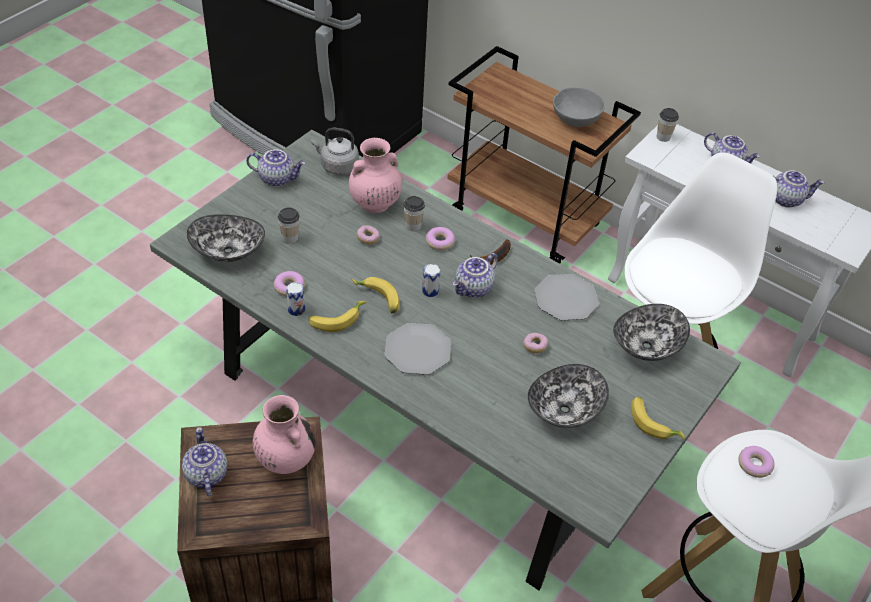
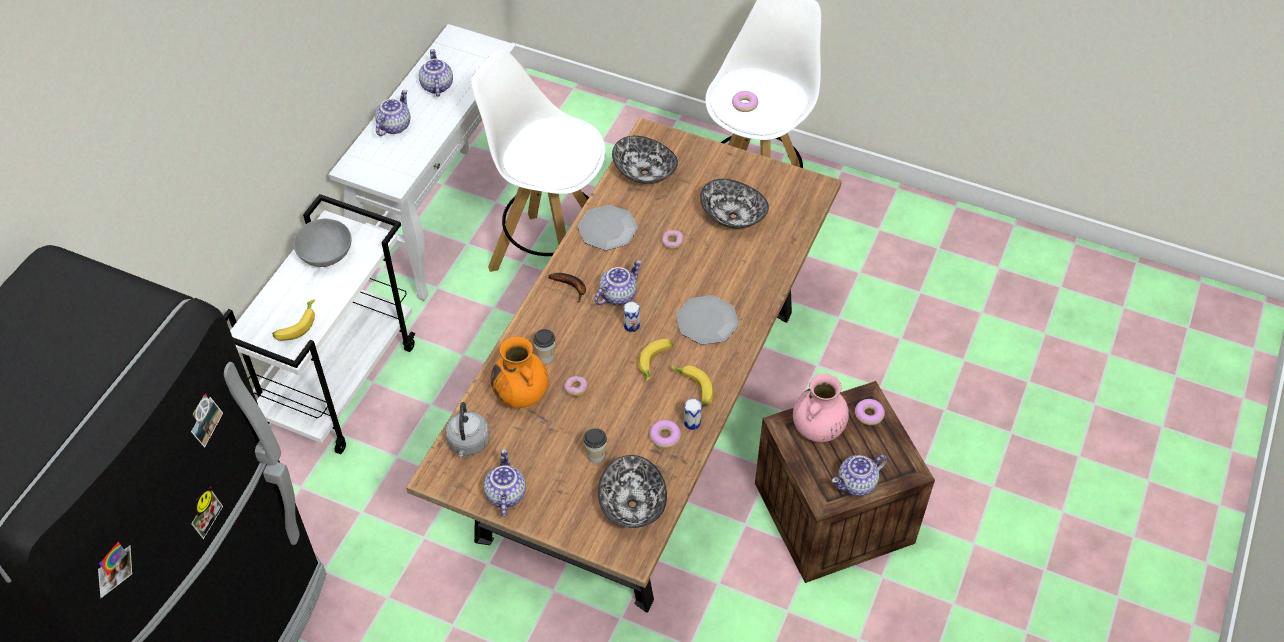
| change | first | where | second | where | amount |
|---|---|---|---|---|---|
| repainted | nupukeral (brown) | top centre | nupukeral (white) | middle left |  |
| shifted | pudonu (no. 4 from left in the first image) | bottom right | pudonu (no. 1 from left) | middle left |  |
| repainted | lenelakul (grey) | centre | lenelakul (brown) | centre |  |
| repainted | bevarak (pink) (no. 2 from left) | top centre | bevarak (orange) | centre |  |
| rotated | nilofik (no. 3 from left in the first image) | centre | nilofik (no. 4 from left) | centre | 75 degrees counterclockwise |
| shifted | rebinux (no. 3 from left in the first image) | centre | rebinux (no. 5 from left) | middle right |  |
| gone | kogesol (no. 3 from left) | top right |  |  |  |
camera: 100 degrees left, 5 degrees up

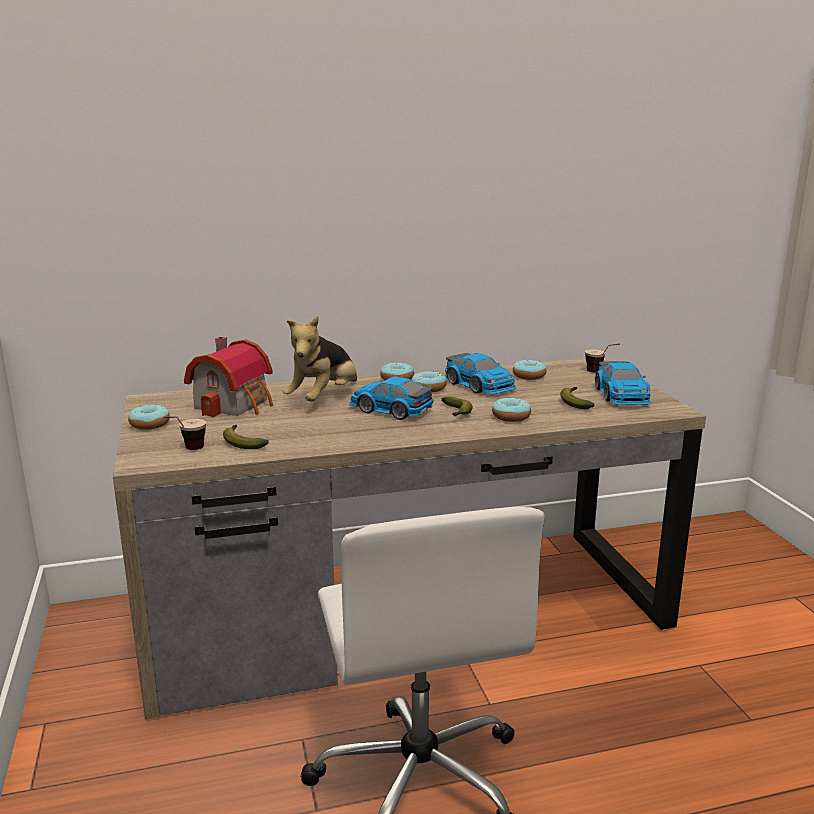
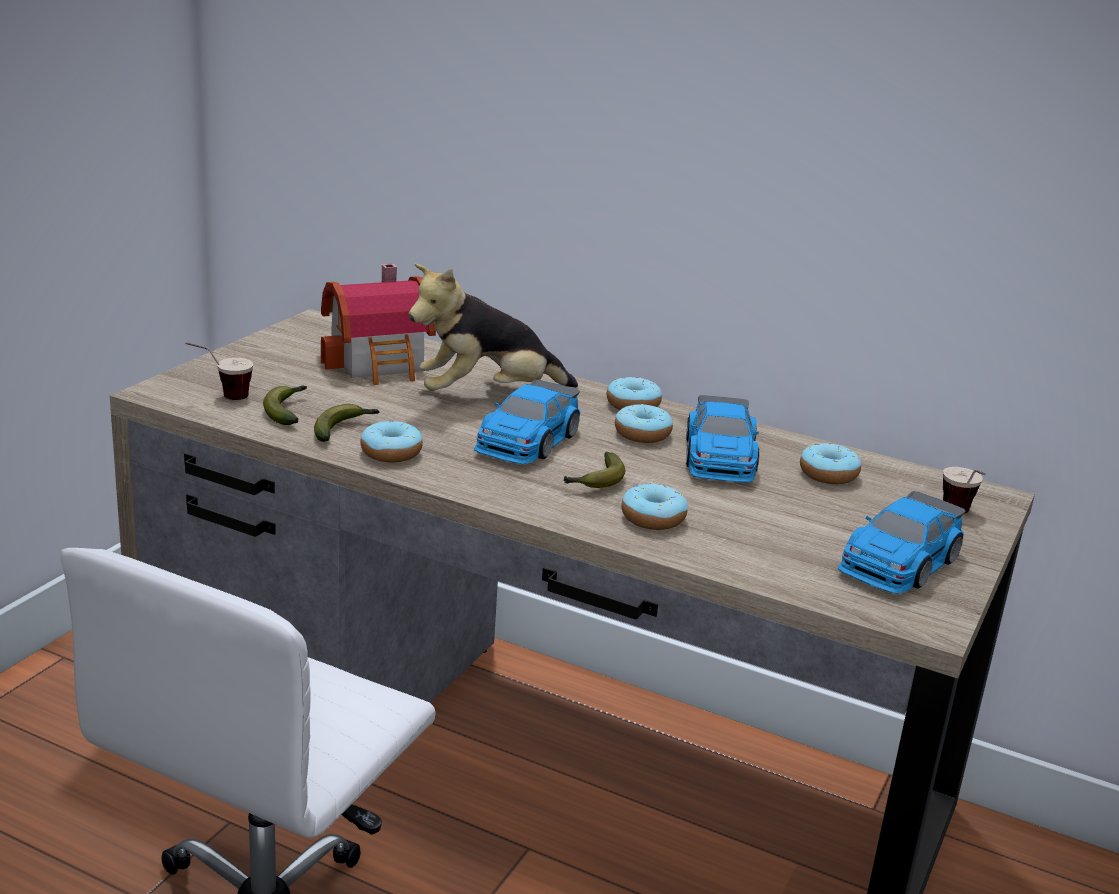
| change | first | where | second | where | amount |
|---|---|---|---|---|---|
| shifted | pudonu (no. 3 from left in the first image) | middle right | pudonu (no. 2 from left) | middle left |  |
| shifted | rebinux (no. 1 from left) | middle left |  | centre |  |
| rotated | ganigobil (no. 1 from left) | centre |  | centre | 135 degrees counterclockwise |
camera: 40 degrees right, 5 degrees up

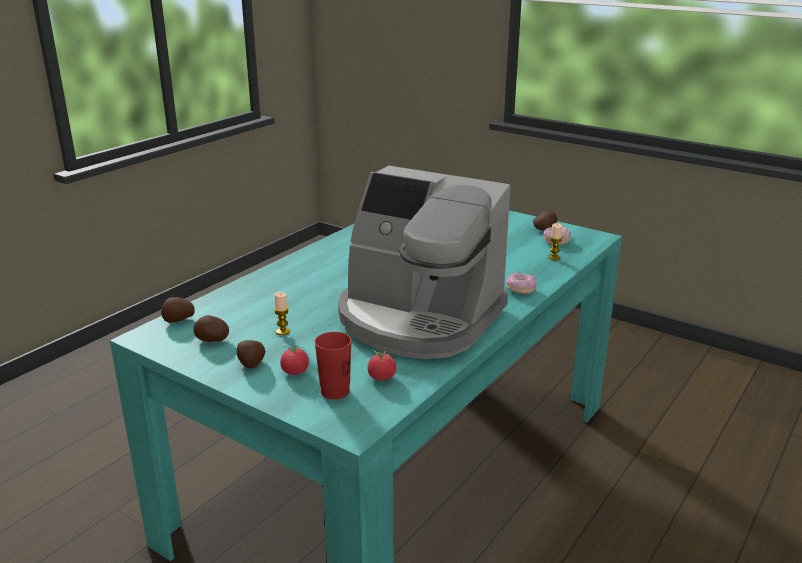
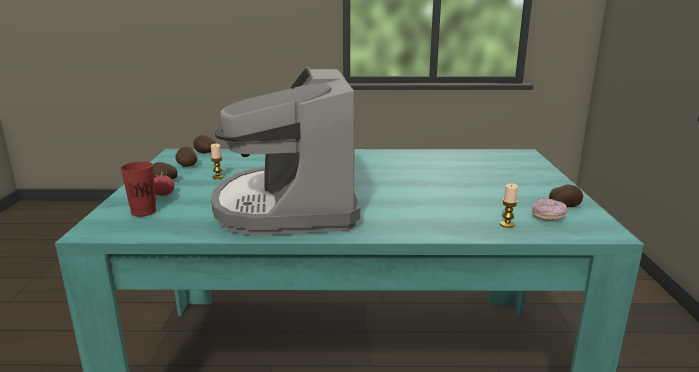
| change | first | where | second | where | amount |
|---|---|---|---|---|---|
| gone | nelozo (no. 2 from left) | centre |  |  |  |
| gone | rebinux (no. 1 from left) | centre |  |  |  |
camera: 55 degrees right, 5 degrees down

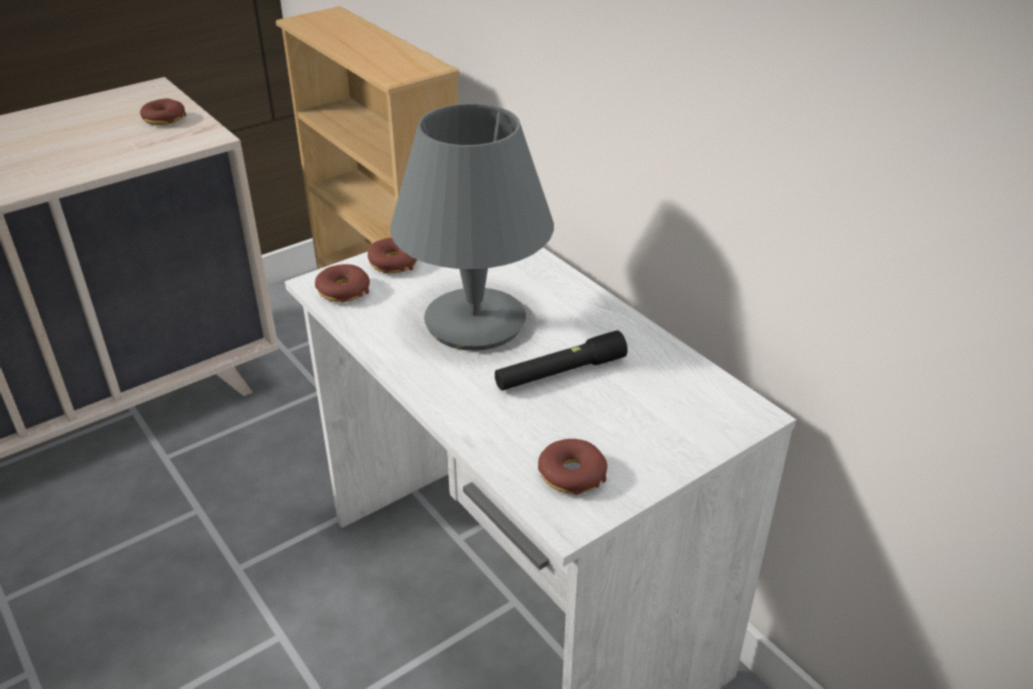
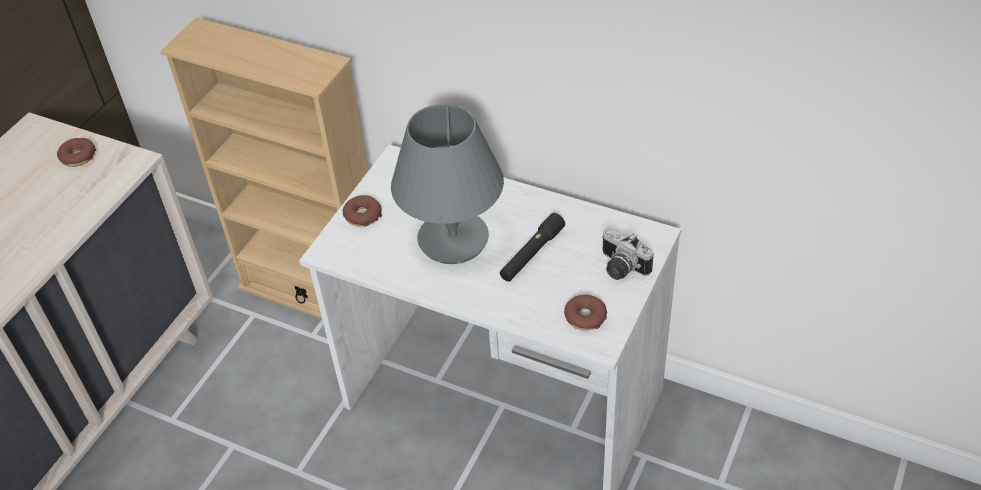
| change | first | where | second | where | amount |
|---|---|---|---|---|---|
| new |  |  | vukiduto | centre |  |
| gone | rebinux (no. 2 from left) | middle left |  |  |  |
camera: 25 degrees left, 10 degrees up

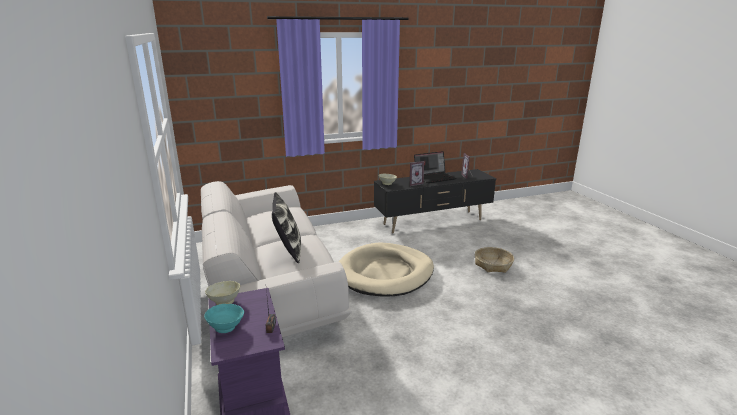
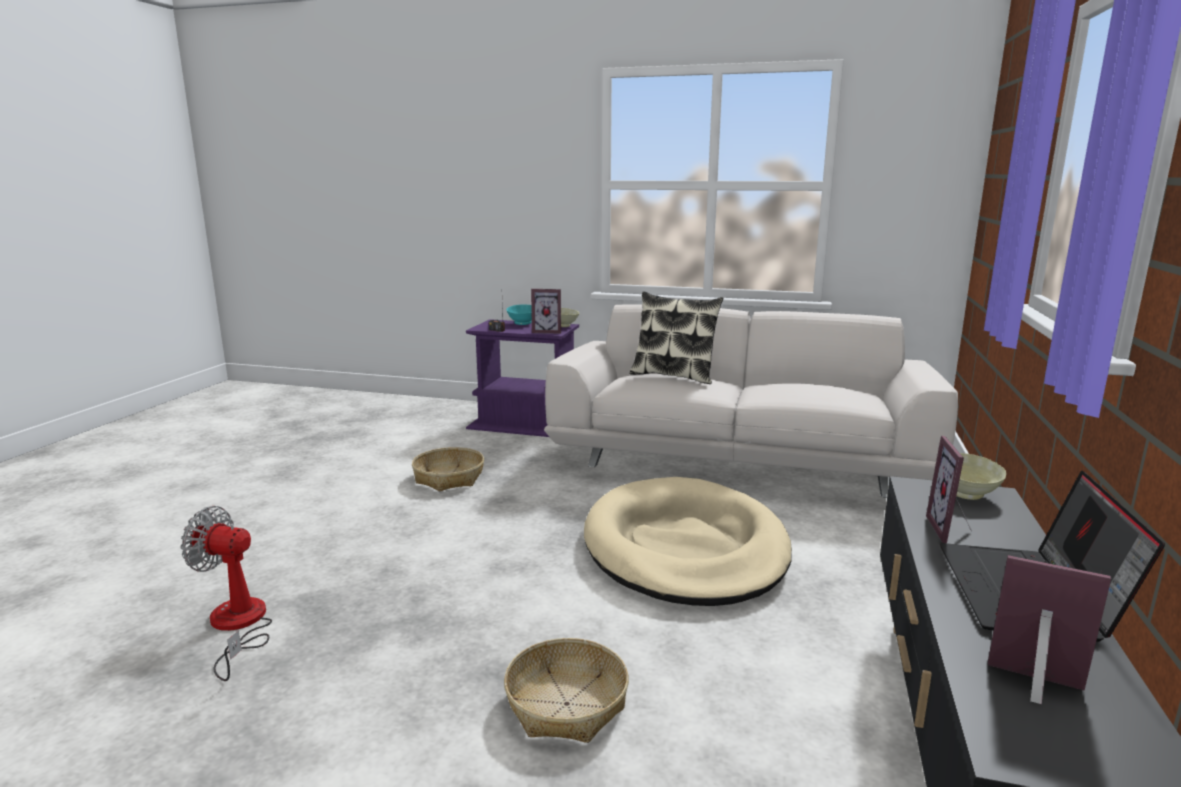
| change | first | where | second | where | amount |
|---|---|---|---|---|---|
| new |  |  | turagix | bottom left |  |
| new |  |  | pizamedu (no. 1 from left) | centre |  |
| new |  |  | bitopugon (no. 1 from left) | centre |  |
camera: 125 degrees right, 5 degrees down

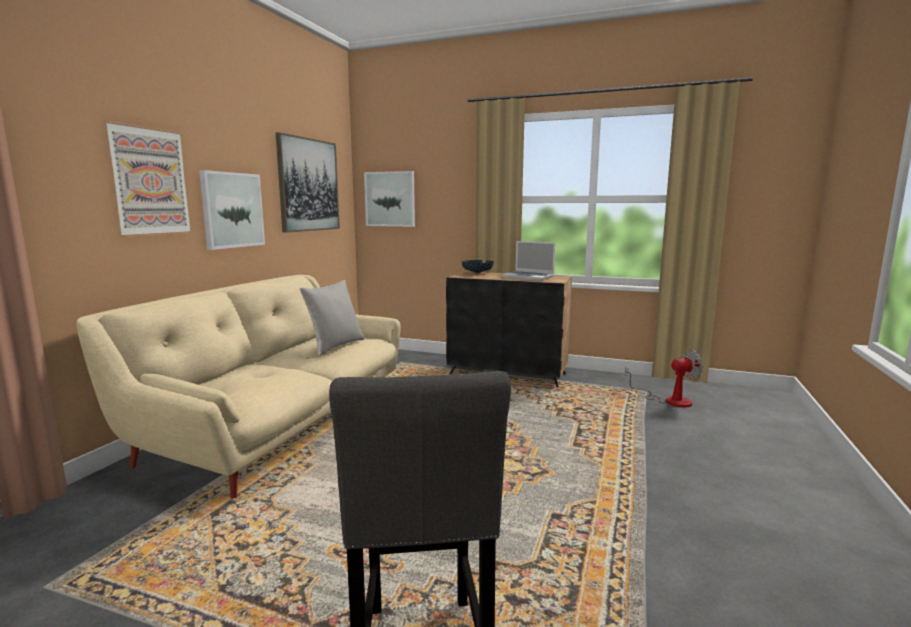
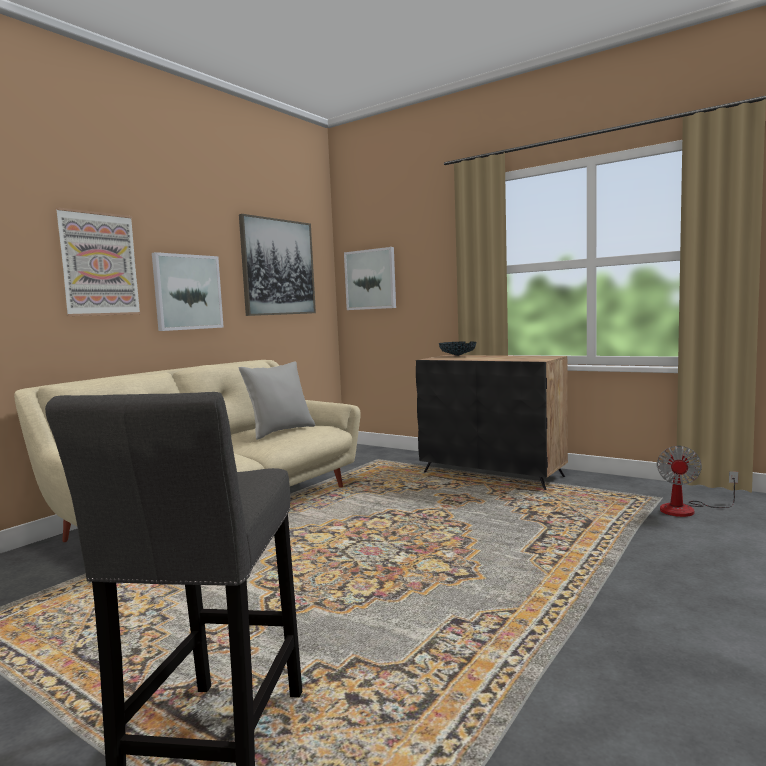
| change | first | where | second | where | amount |
|---|---|---|---|---|---|
| rotated | turagix | middle right |  | middle right | 105 degrees clockwise |
| gone | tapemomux | centre |  |  |  |
camera: 15 degrees right, 5 degrees down

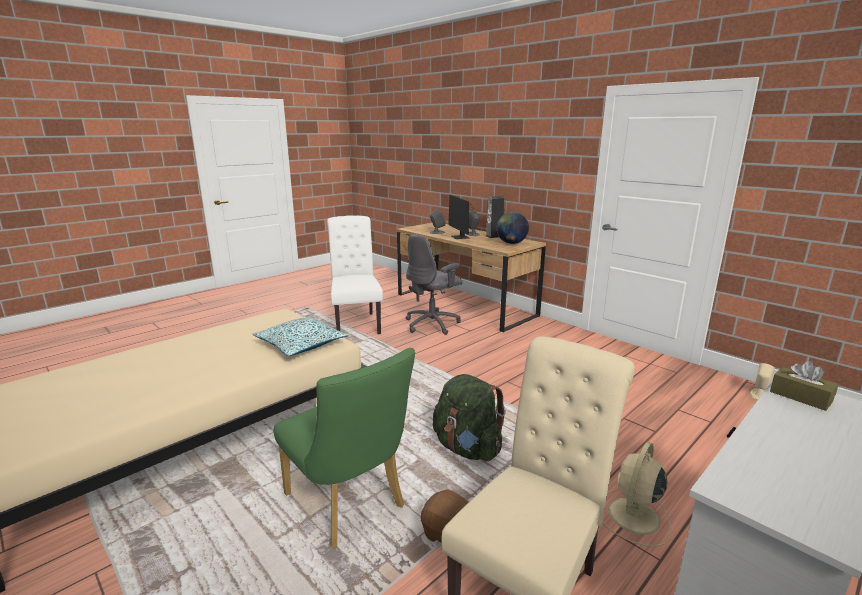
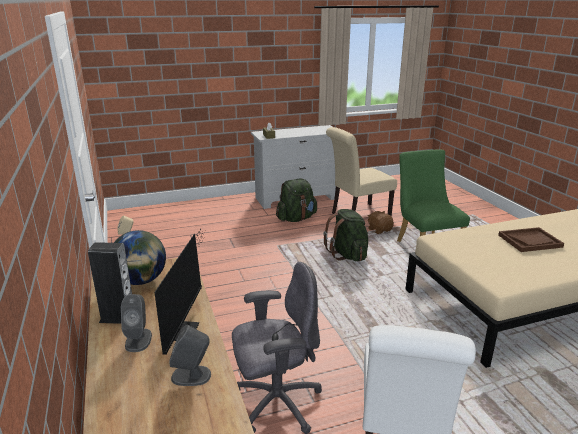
| change | first | where | second | where | amount |
|---|---|---|---|---|---|
| swapped | turagix (beige) | bottom right | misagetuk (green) (no. 1 from left) | centre |  |
| new |  |  | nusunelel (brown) | middle right |  |
| gone | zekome | centre |  |  |  |
camera: 155 degrees left, 5 degrees up

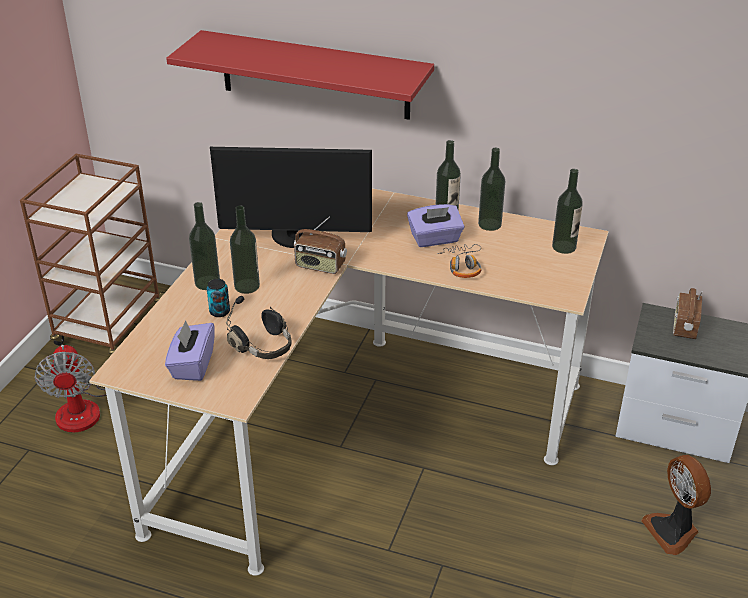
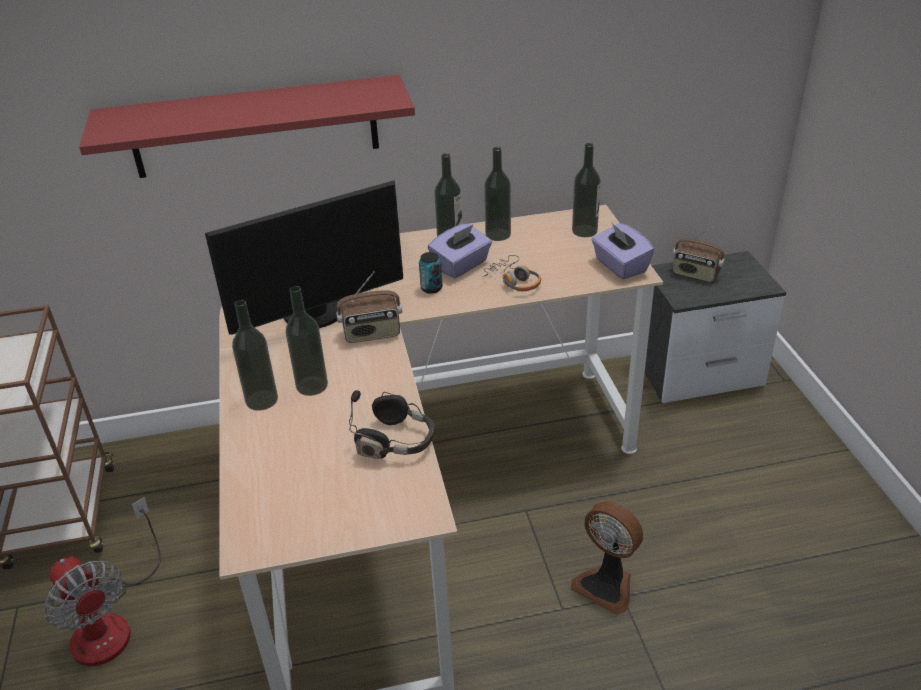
| change | first | where | second | where | amount |
|---|---|---|---|---|---|
| shifted | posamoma | middle left |  | centre |  |
| shifted | turagix (no. 2 from left) | bottom right |  | bottom centre |  |
| shifted | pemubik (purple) (no. 1 from left in the first image) | middle left | pemubik (purple) (no. 2 from left) | middle right |  |
| rotated | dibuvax (no. 2 from left) | middle right |  | middle right | 45 degrees counterclockwise |
camera: 30 degrees left, 0 degrees up

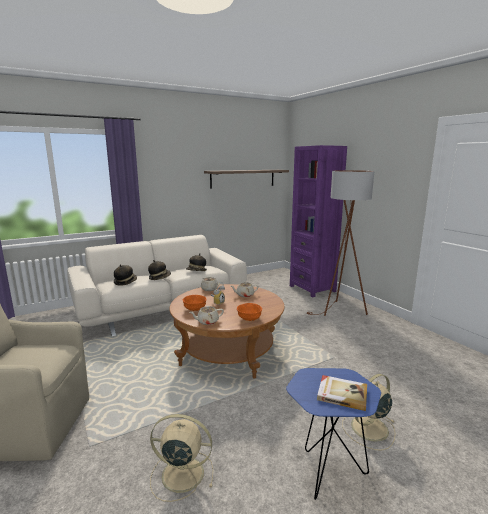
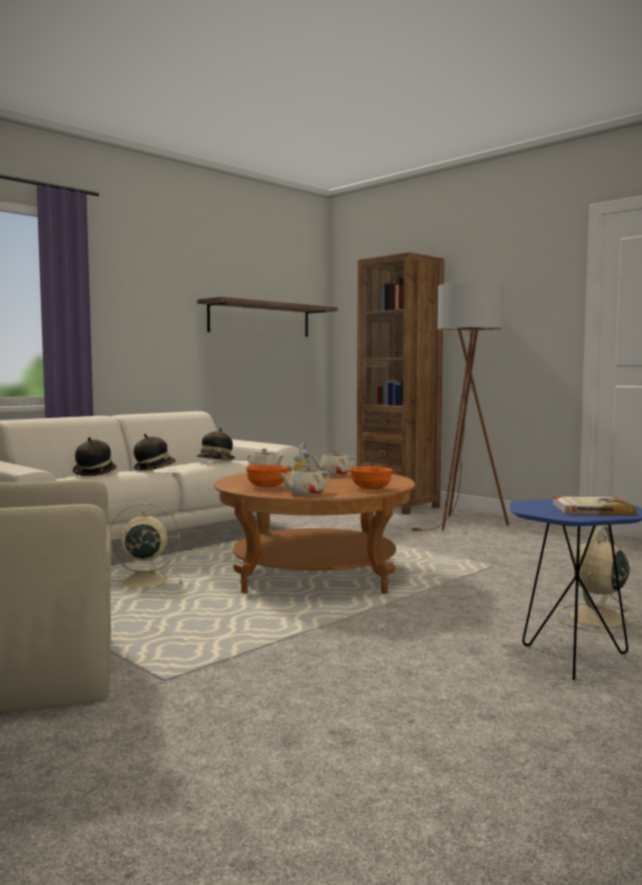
| change | first | where | second | where | amount |
|---|---|---|---|---|---|
| shifted | turagix (beige) (no. 1 from left) | bottom centre |  | middle left |  |
| repainted | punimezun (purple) | centre | punimezun (brown) | centre |  |
camera: 15 degrees left, 10 degrees down

